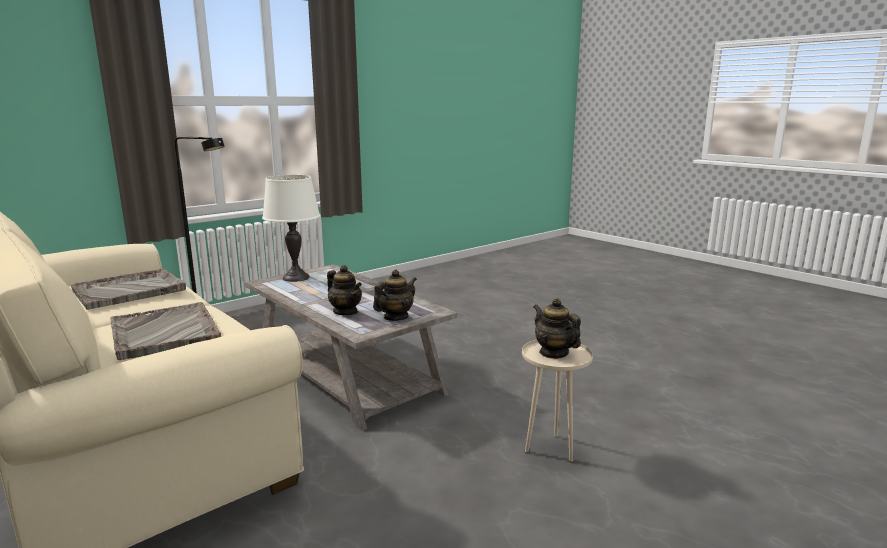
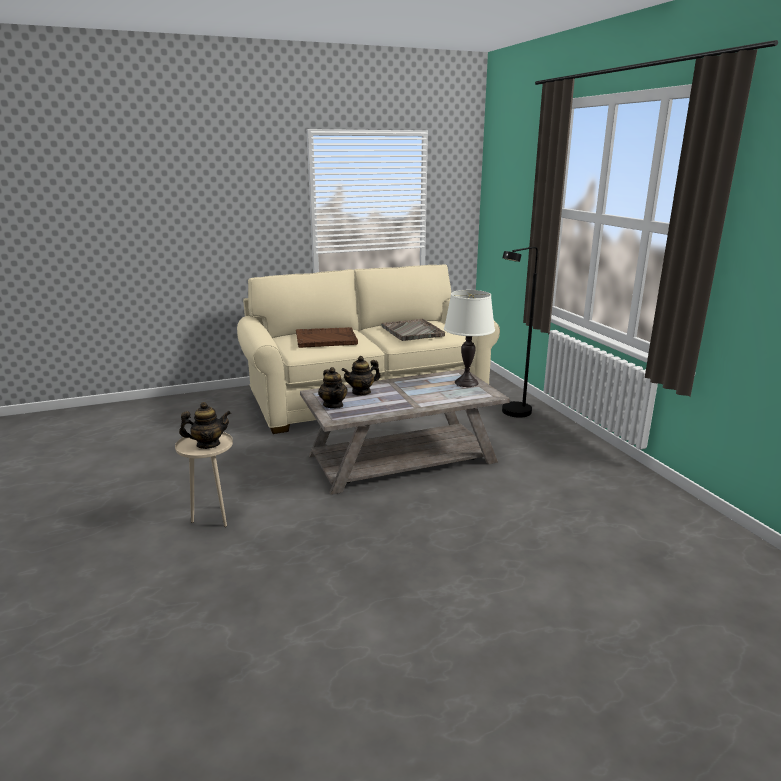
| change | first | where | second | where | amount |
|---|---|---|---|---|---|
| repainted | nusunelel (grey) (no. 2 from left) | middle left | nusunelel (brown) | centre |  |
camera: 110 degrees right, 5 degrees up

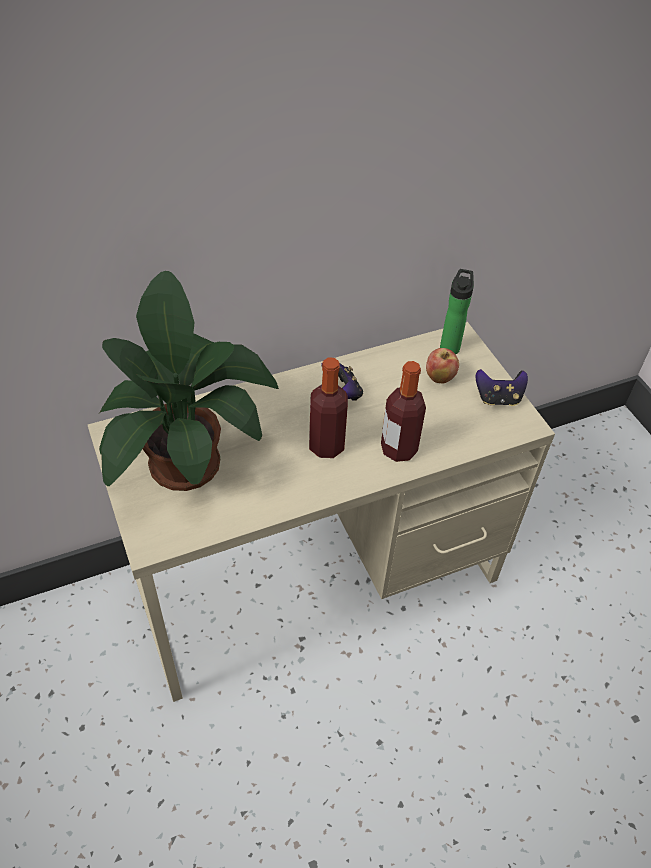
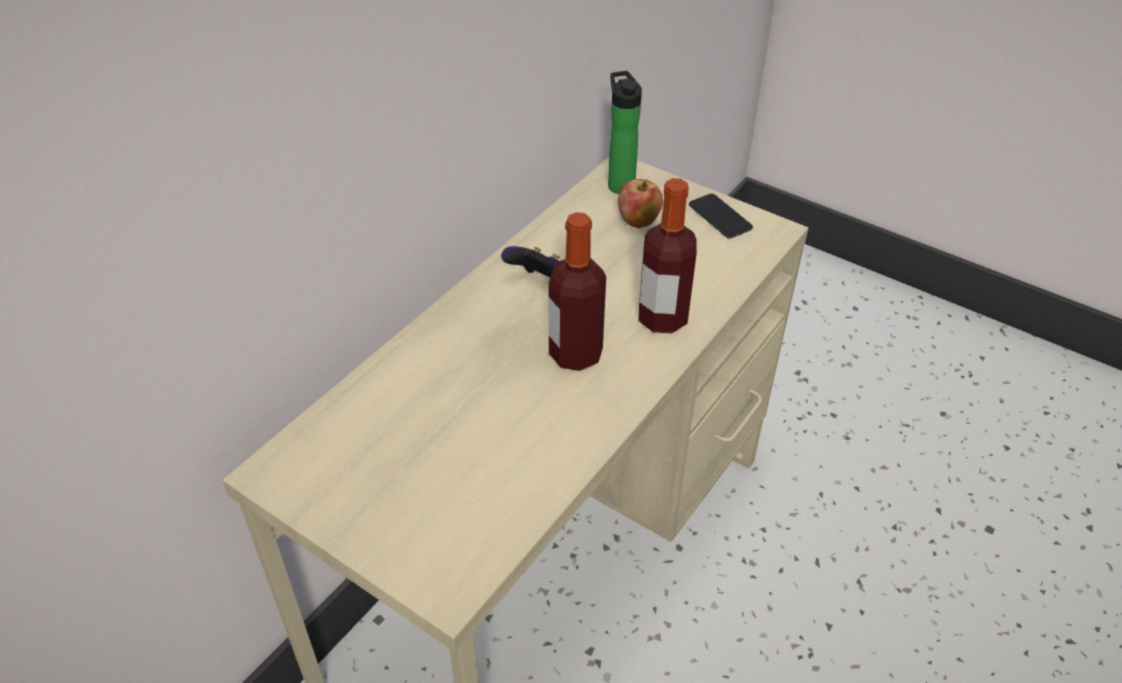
| change | first | where | second | where | amount |
|---|---|---|---|---|---|
| swapped | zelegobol (no. 2 from left) | middle right | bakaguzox | top centre |  |
| gone | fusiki | middle left |  |  |  |
camera: 30 degrees left, 5 degrees down

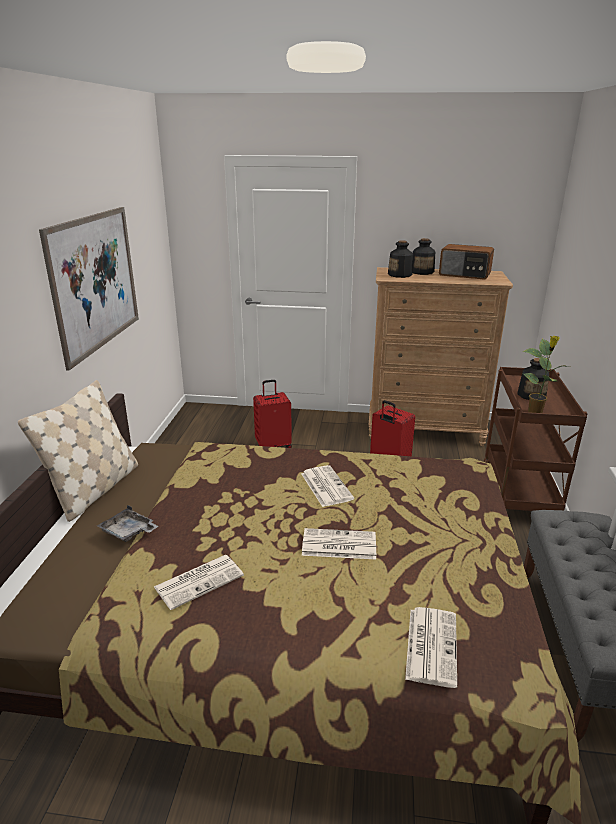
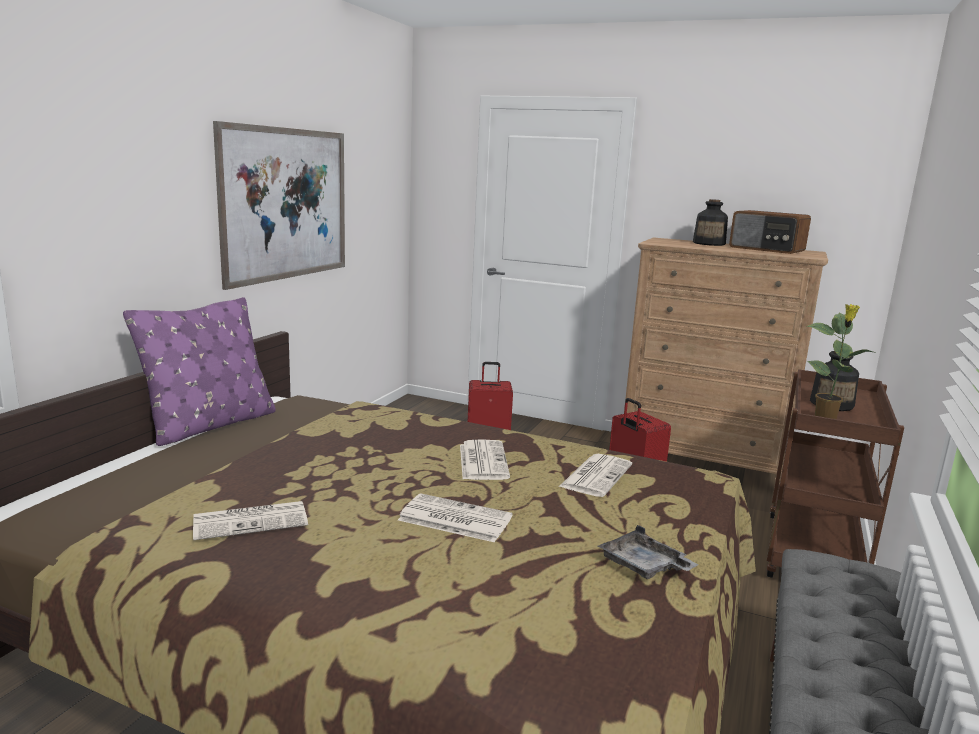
| change | first | where | second | where | amount |
|---|---|---|---|---|---|
| repainted | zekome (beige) | middle left | zekome (purple) | middle left |  |
| shifted | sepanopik (no. 4 from left) | bottom right |  | centre |  |
| shifted | nusunelel (grey) | middle left |  | bottom centre |  |
| gone | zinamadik (no. 1 from left) | top centre |  |  |  |
camera: 15 degrees right, 10 degrees down

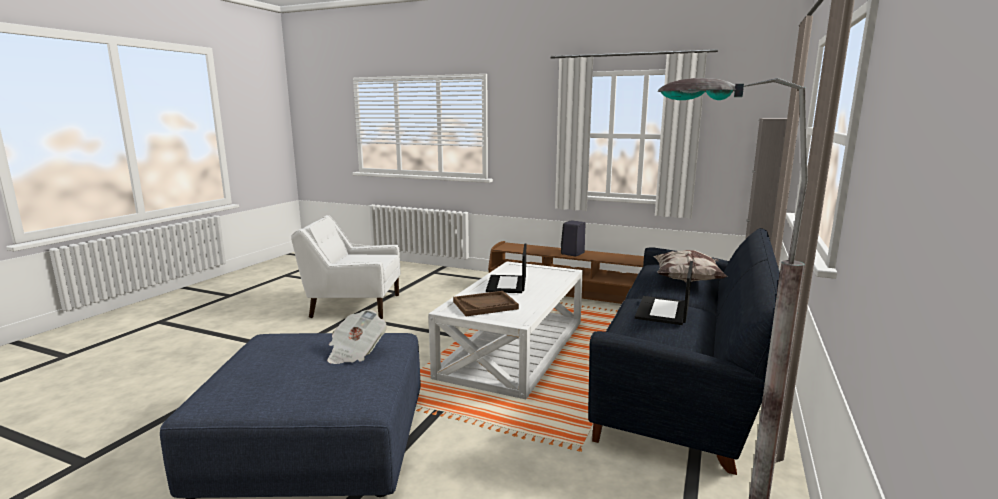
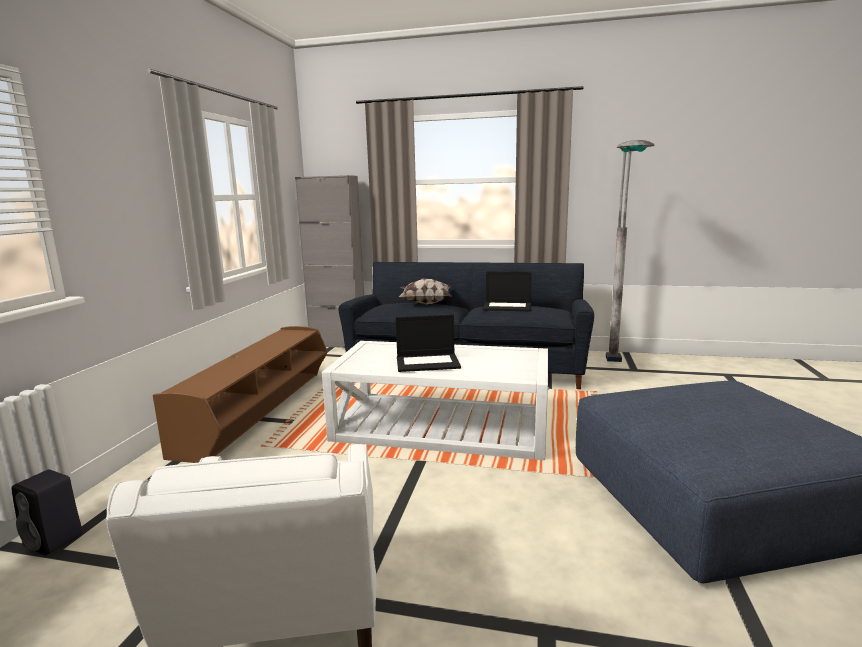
| change | first | where | second | where | amount |
|---|---|---|---|---|---|
| shifted | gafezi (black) | centre |  | bottom left |  |
| gone | sepanopik | bottom centre |  |  |  |
| gone | nusunelel (brown) | centre |  |  |  |
camera: 100 degrees left, 0 degrees up

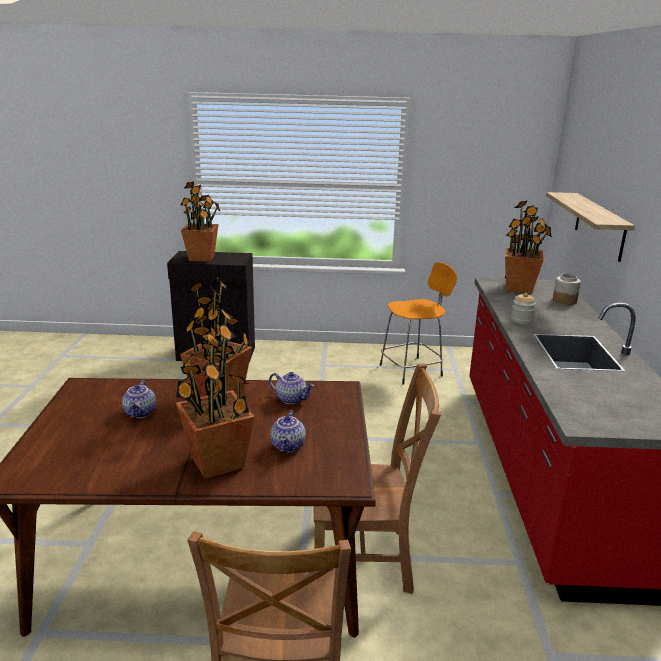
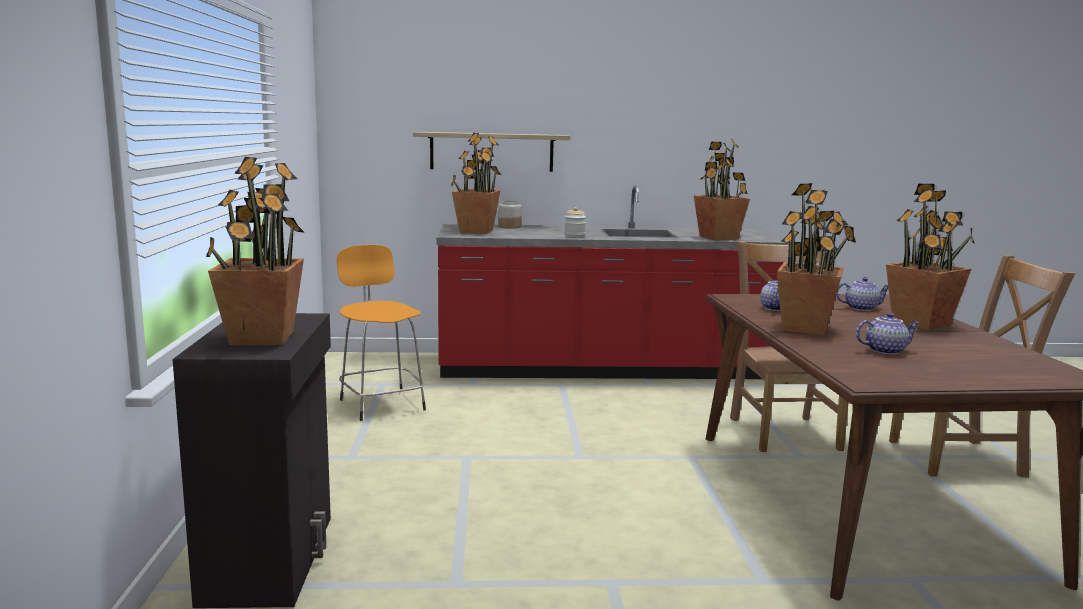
| change | first | where | second | where | amount |
|---|---|---|---|---|---|
| new |  |  | fusiki (no. 3 from left) | top right |  |
camera: 95 degrees left, 10 degrees down

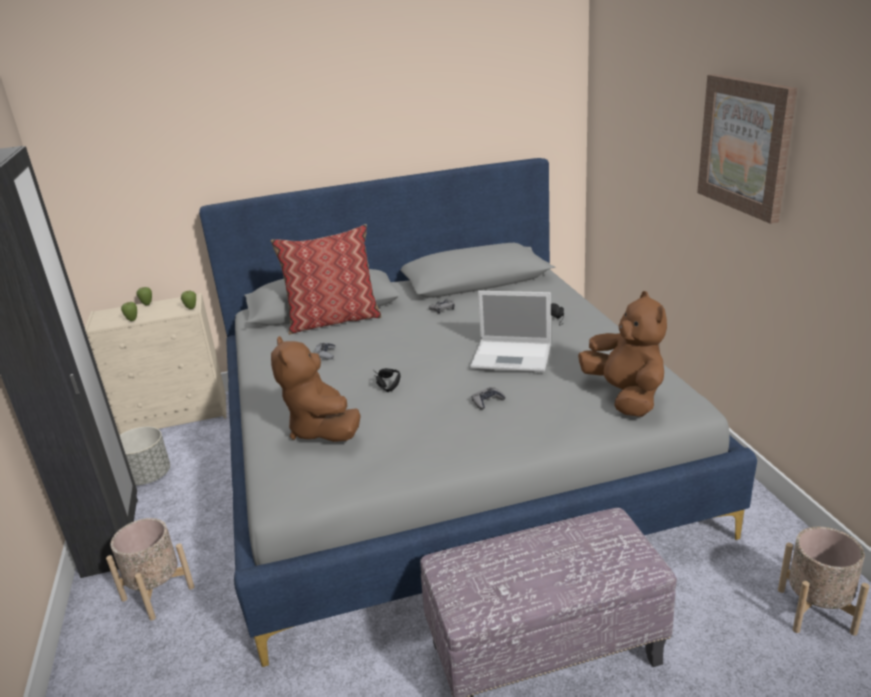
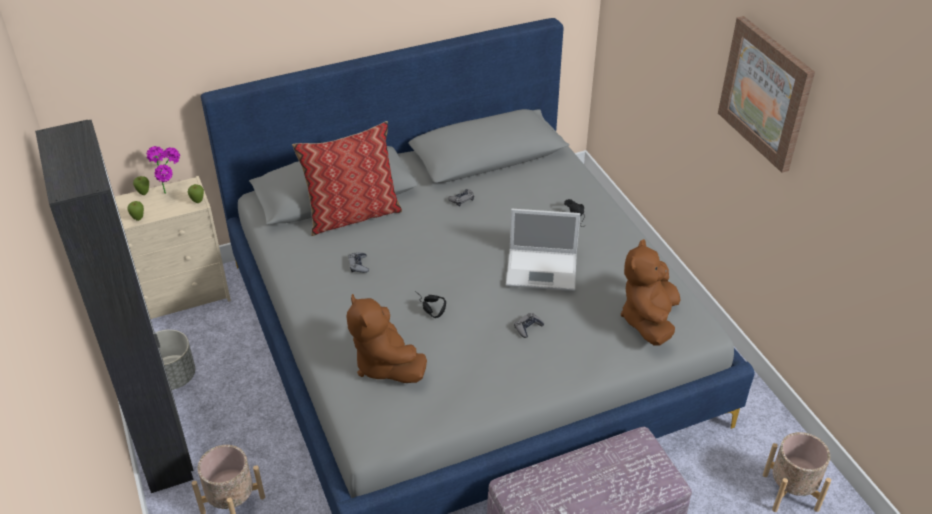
| change | first | where | second | where | amount |
|---|---|---|---|---|---|
| new |  |  | fusiki | top left |  |
| rotated | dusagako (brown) (no. 2 from left) | middle right |  | middle right | 135 degrees counterclockwise |
camera: 10 degrees left, 15 degrees up

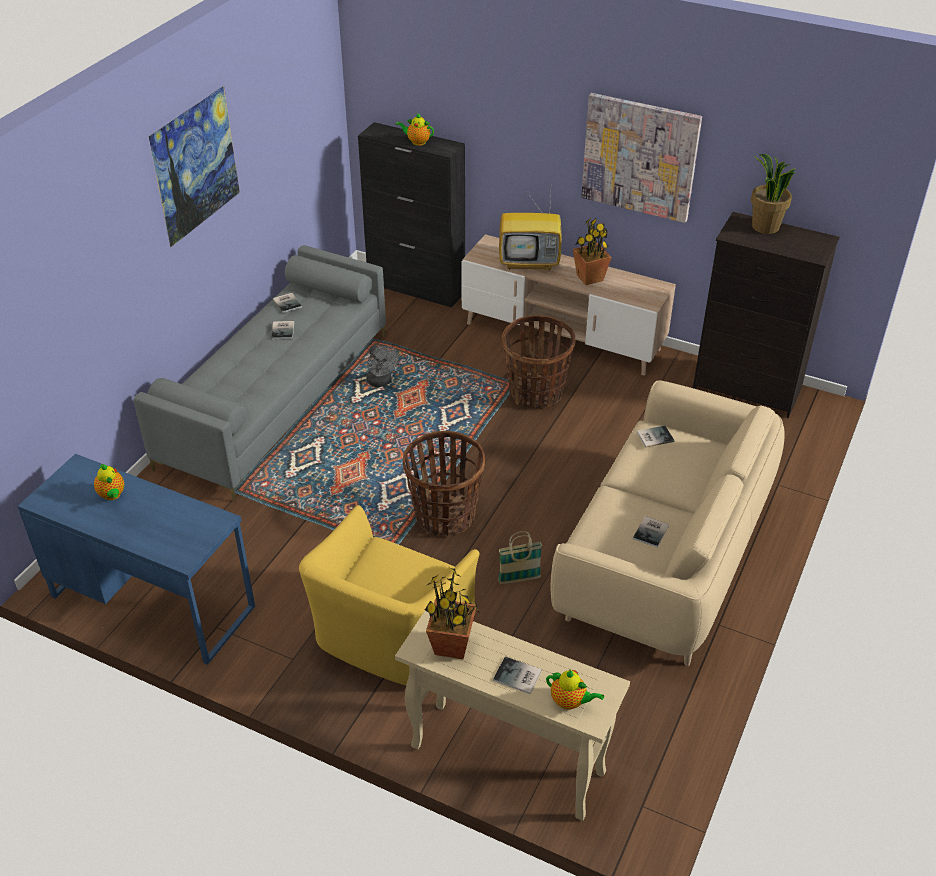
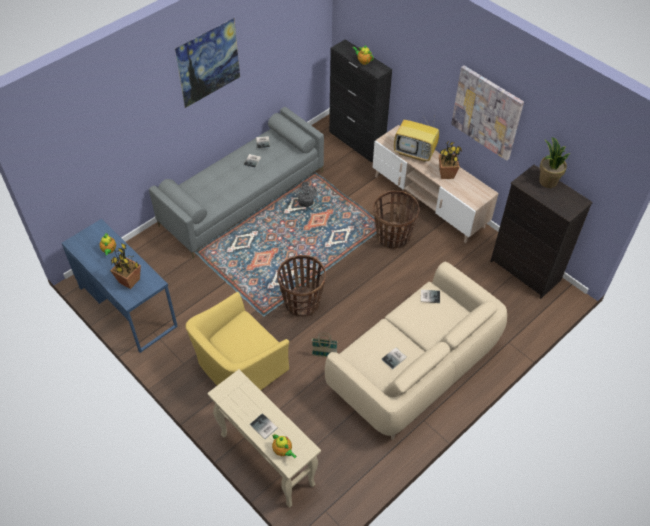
| change | first | where | second | where | amount |
|---|---|---|---|---|---|
| shifted | fusiki (no. 1 from left) | bottom centre |  | middle left |  |
camera: 20 degrees right, 10 degrees up

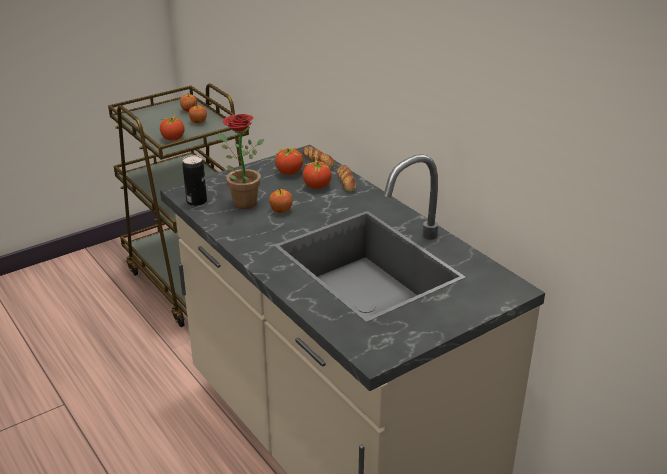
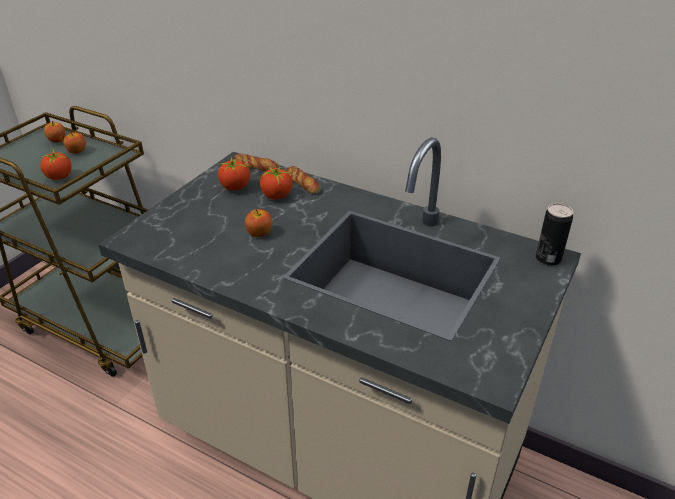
| change | first | where | second | where | amount |
|---|---|---|---|---|---|
| shifted | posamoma | middle left |  | middle right |  |
| gone | fusiki | centre |  |  |  |
camera: 25 degrees left, 5 degrees up

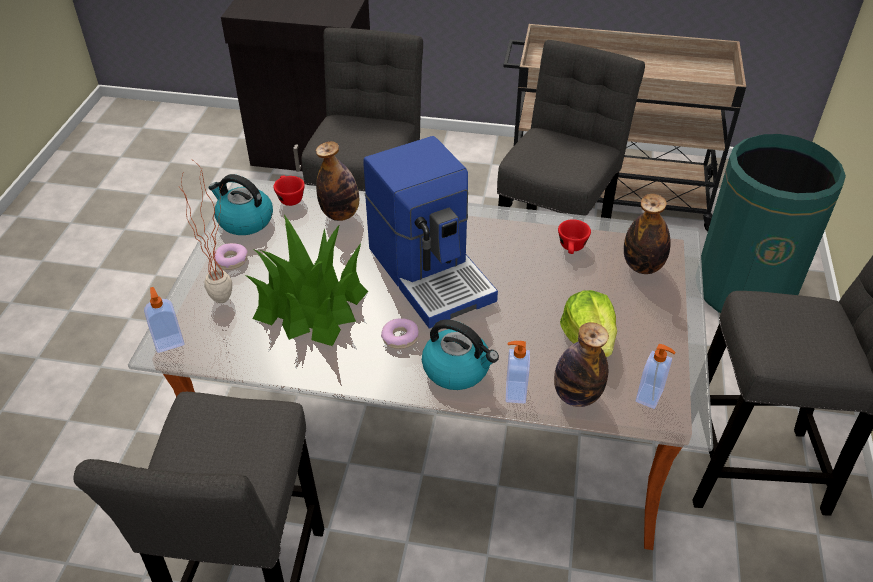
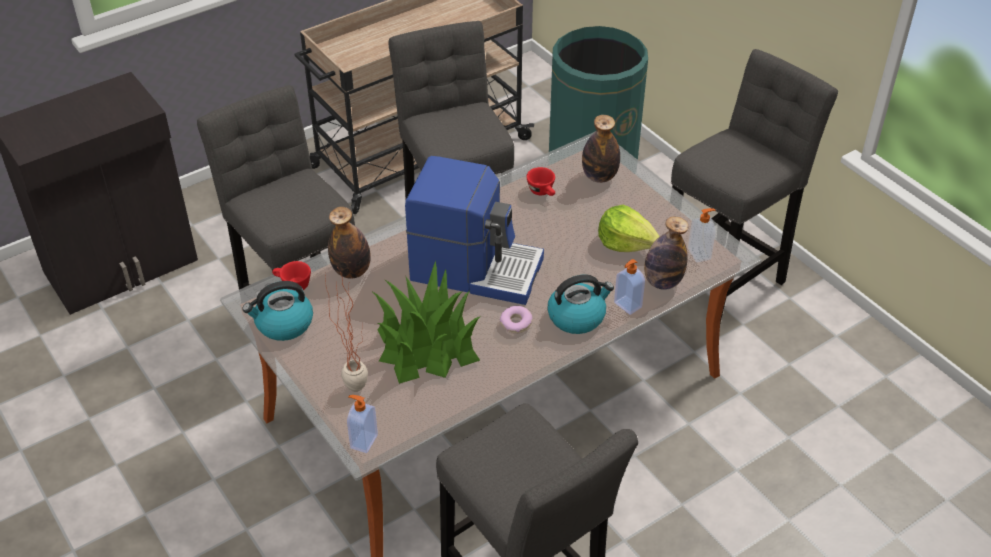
| change | first | where | second | where | amount |
|---|---|---|---|---|---|
| gone | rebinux (no. 1 from left) | middle left |  |  |  |
camera: 45 degrees left, 0 degrees up

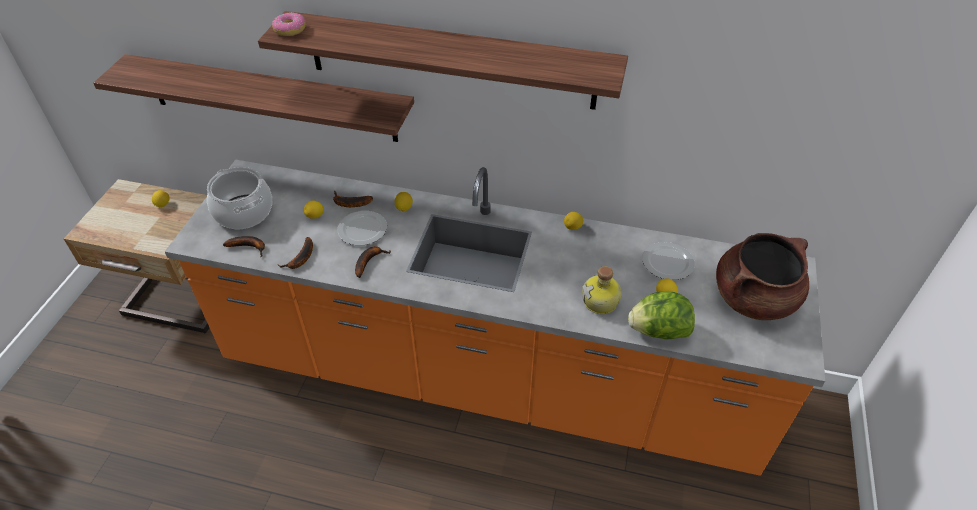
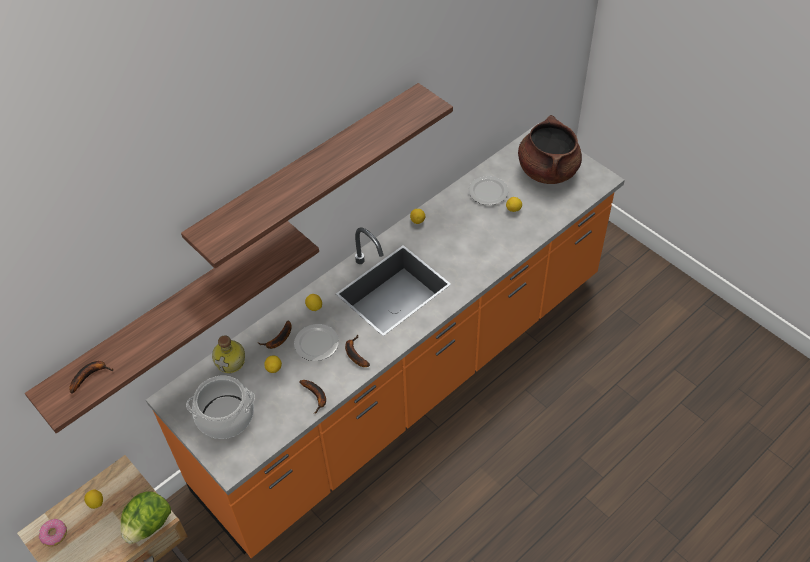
| change | first | where | second | where | amount |
|---|---|---|---|---|---|
| shifted | rebinux | top left |  | bottom left |  |
| shifted | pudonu (no. 1 from left) | middle left |  | bottom left |  |
| shifted | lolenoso | middle right |  | bottom left |  |
| shifted | zinamadik | centre |  | middle left |  |
camera: 55 degrees left, 5 degrees up

